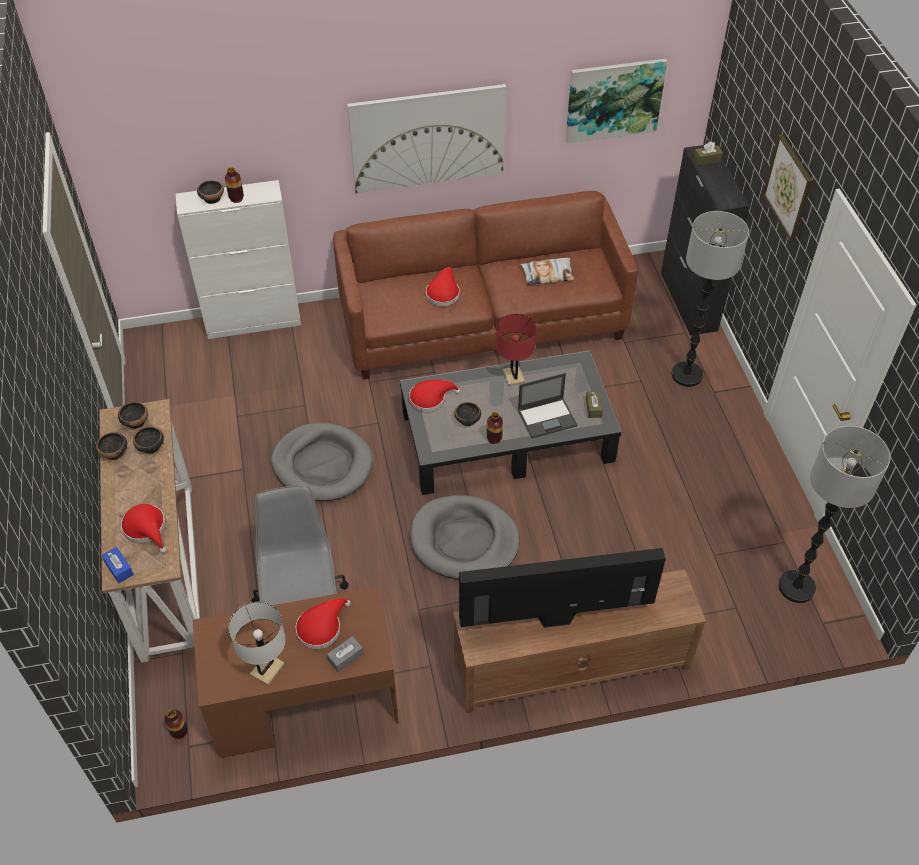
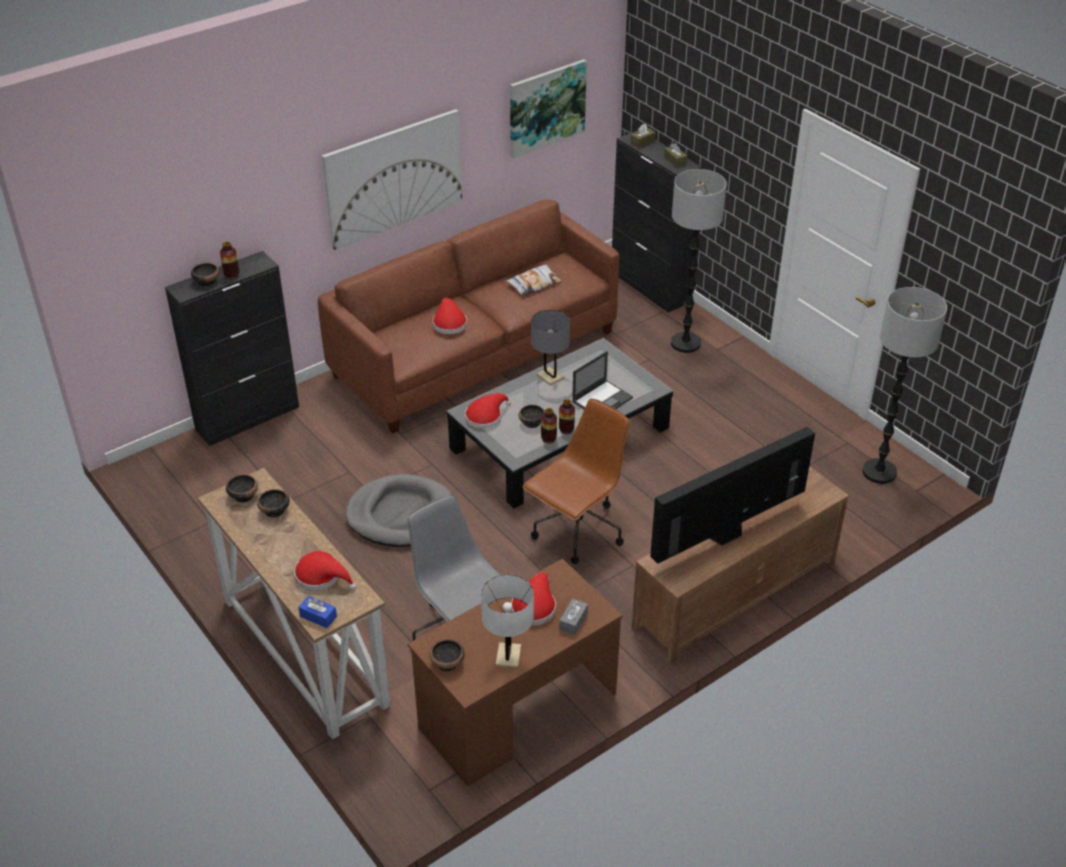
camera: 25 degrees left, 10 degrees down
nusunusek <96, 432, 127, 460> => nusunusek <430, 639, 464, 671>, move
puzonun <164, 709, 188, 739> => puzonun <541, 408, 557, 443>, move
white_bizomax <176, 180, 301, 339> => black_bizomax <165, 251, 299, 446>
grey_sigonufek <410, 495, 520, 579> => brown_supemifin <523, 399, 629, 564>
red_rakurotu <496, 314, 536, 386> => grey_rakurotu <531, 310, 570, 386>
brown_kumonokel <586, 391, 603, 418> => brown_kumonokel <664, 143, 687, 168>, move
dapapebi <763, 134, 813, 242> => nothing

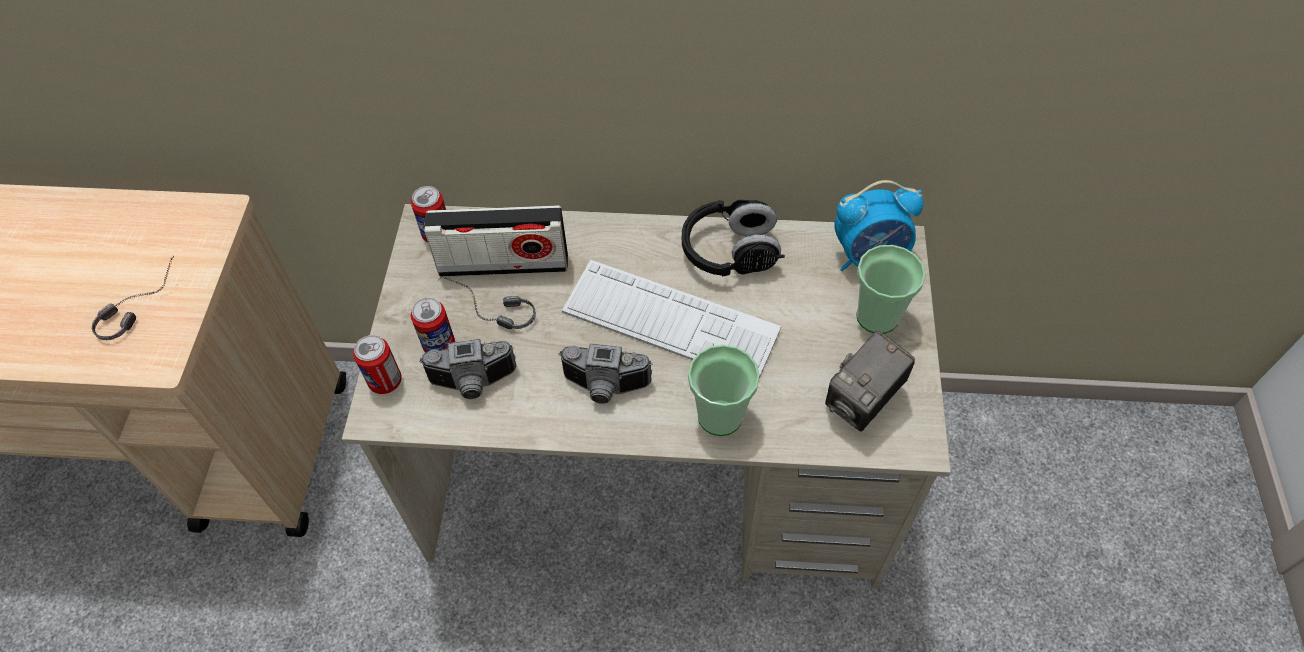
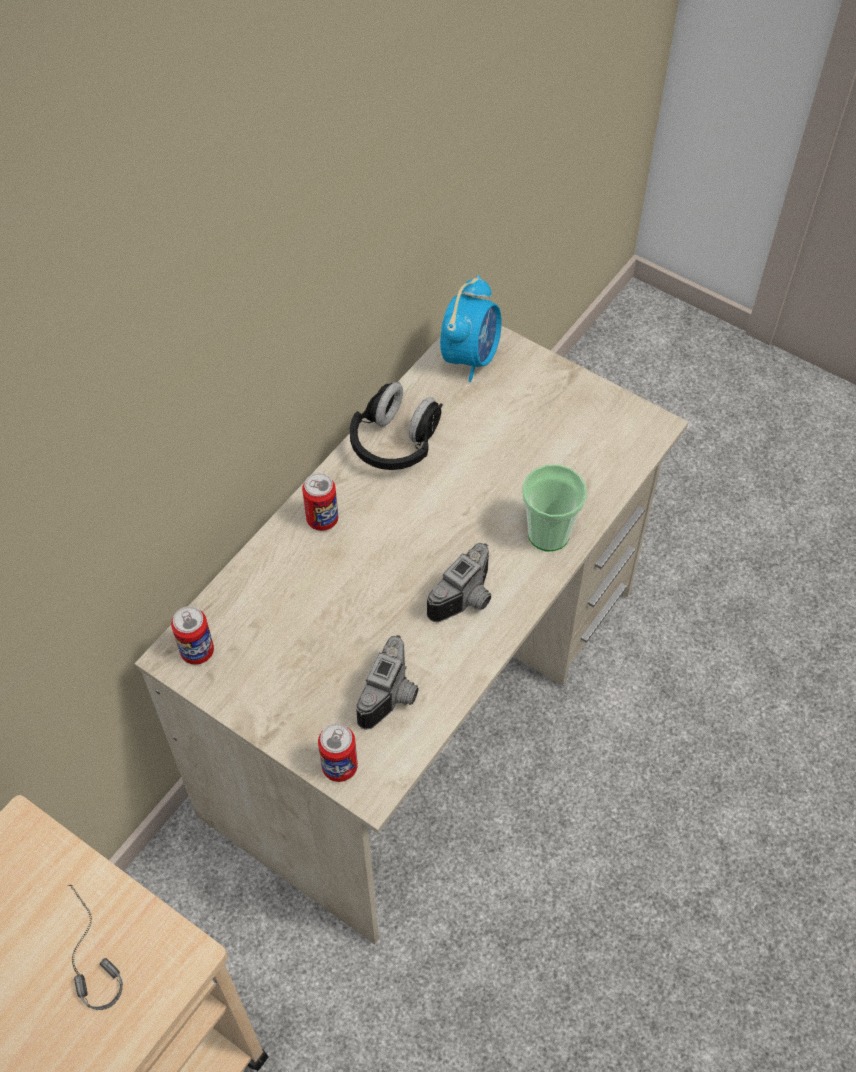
camera: 60 degrees left, 0 degrees up
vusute <411, 298, 455, 353> => vusute <302, 473, 338, 531>, move
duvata <424, 205, 568, 277> => nothing
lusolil <439, 276, 536, 329> => nothing
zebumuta <562, 260, 781, 378> => nothing
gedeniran <825, 330, 915, 432> => nothing
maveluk <856, 245, 926, 334> => nothing

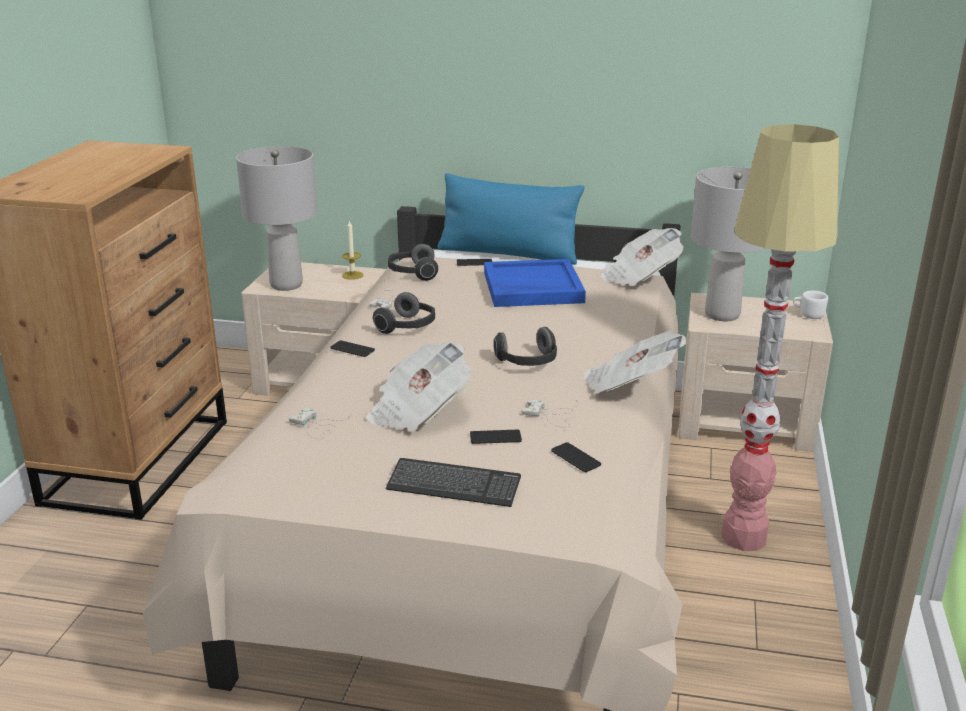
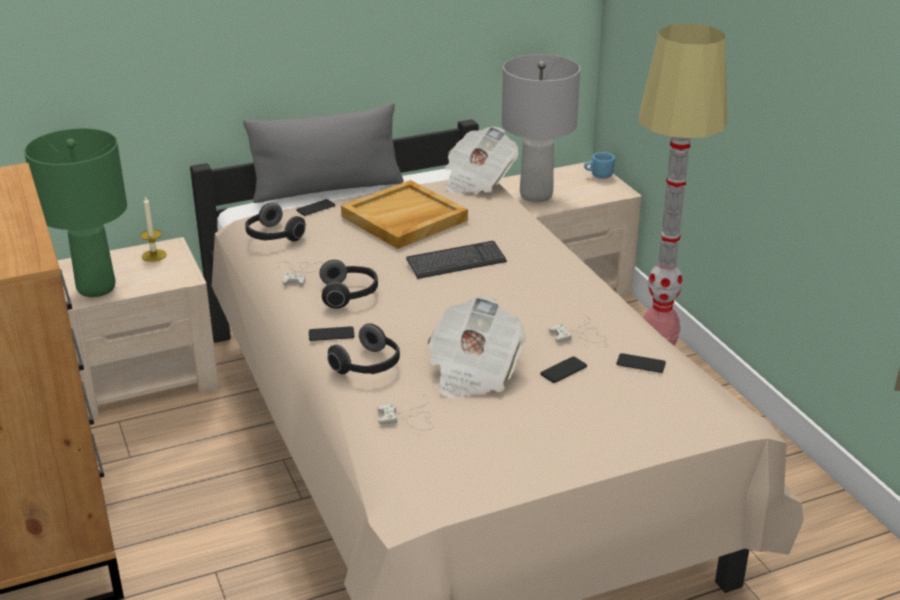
camera: 35 degrees left, 5 degrees up
grey_rakurotu <236, 146, 317, 291> => green_rakurotu <24, 128, 127, 297>
zebumuta <386, 458, 521, 507> => zebumuta <406, 241, 507, 279>, move
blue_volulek <438, 173, 584, 265> => grey_volulek <243, 103, 404, 203>
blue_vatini <484, 259, 586, 307> => beige_vatini <341, 180, 468, 249>
lusolil <493, 327, 557, 366> => lusolil <327, 323, 400, 374>, move
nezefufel <583, 331, 686, 394> => nothing
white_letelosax <793, 291, 828, 319> => blue_letelosax <584, 152, 615, 179>

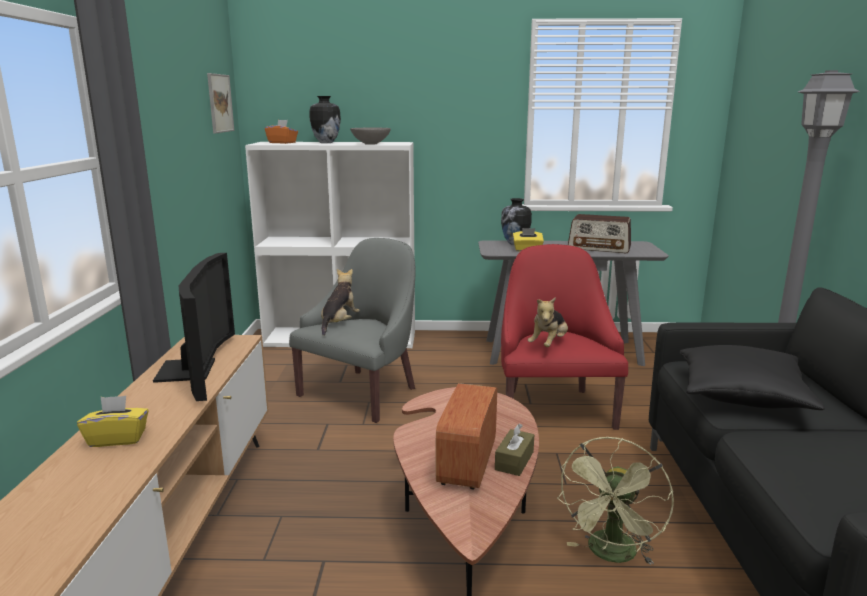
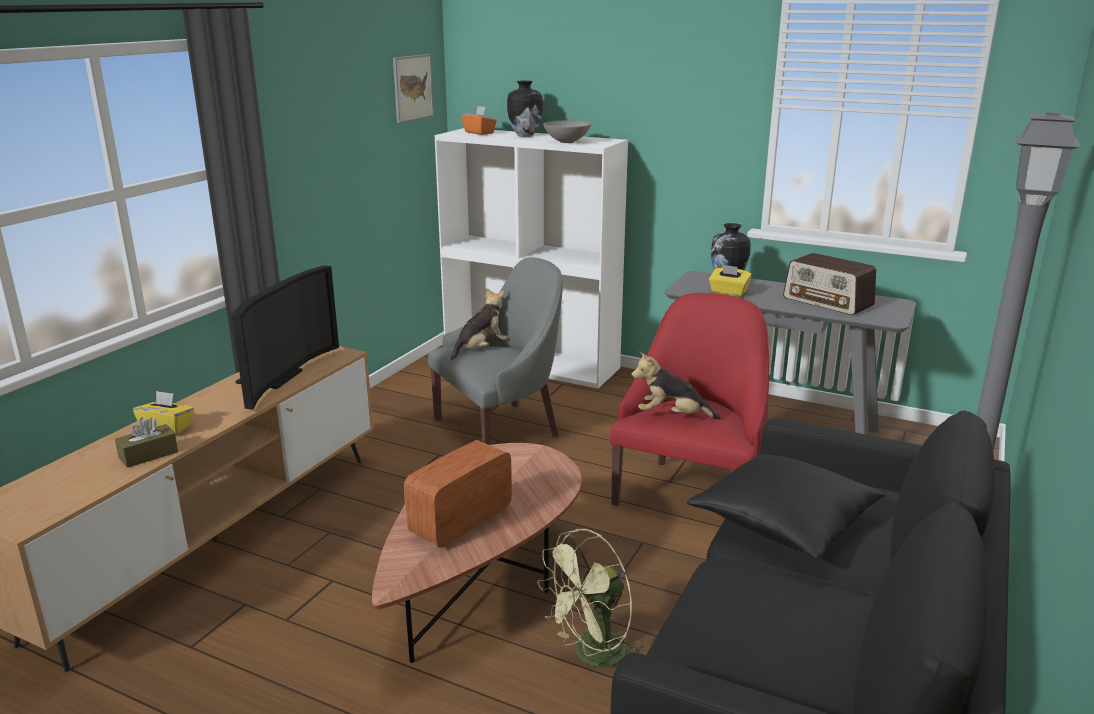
camera: 25 degrees right, 5 degrees up
brown_kumonokel <495, 423, 534, 476> => brown_kumonokel <115, 417, 178, 468>, move
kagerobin <528, 297, 568, 347> => kagerobin <632, 351, 721, 420>, 45 degrees clockwise

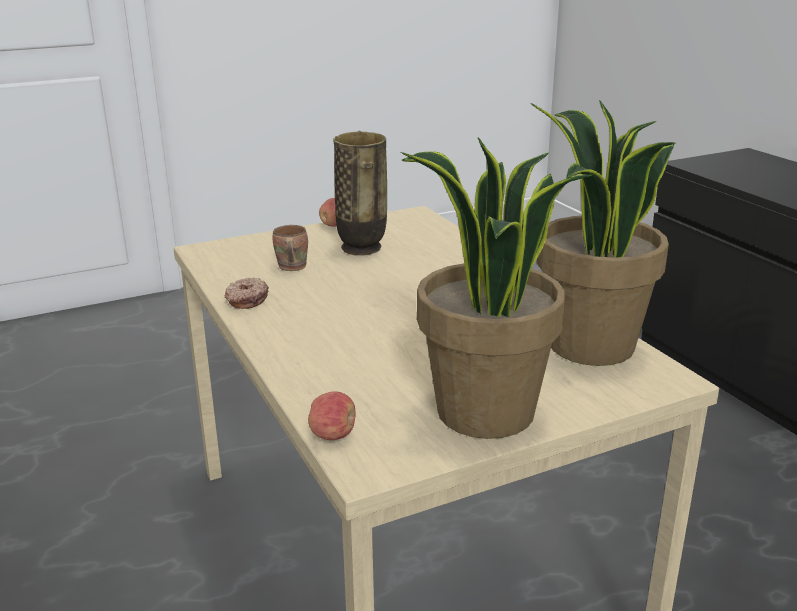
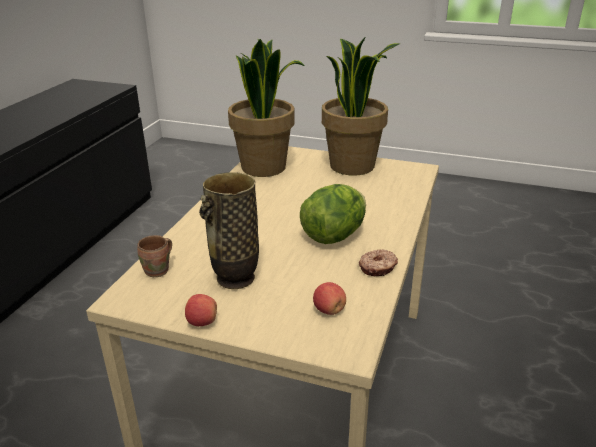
camera: 135 degrees left, 5 degrees up
brown_letelosax <273, 225, 308, 271> => brown_letelosax <137, 235, 172, 277>, move
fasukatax <308, 391, 356, 440> => fasukatax <313, 282, 346, 315>, move
nothing => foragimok <300, 184, 366, 244>

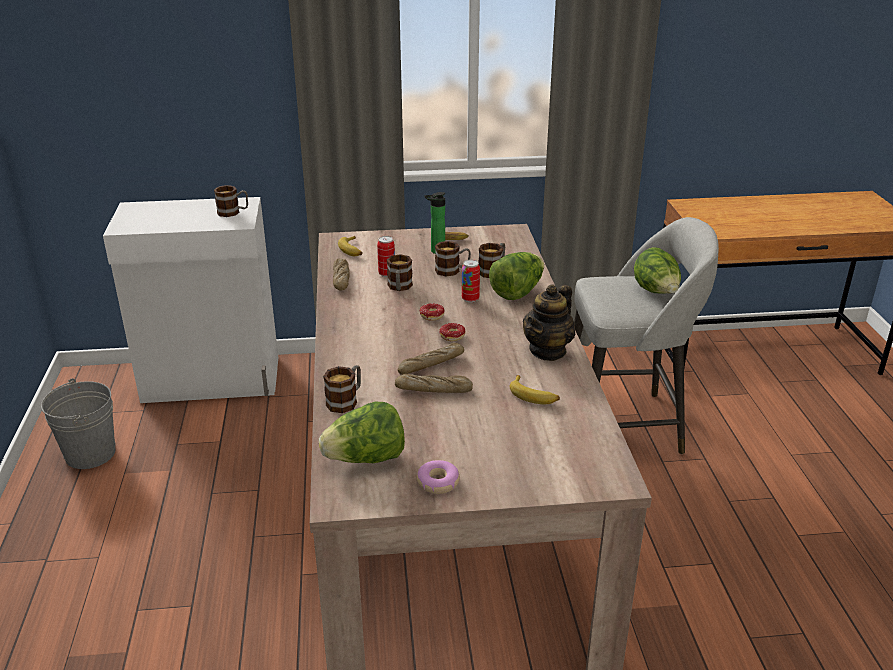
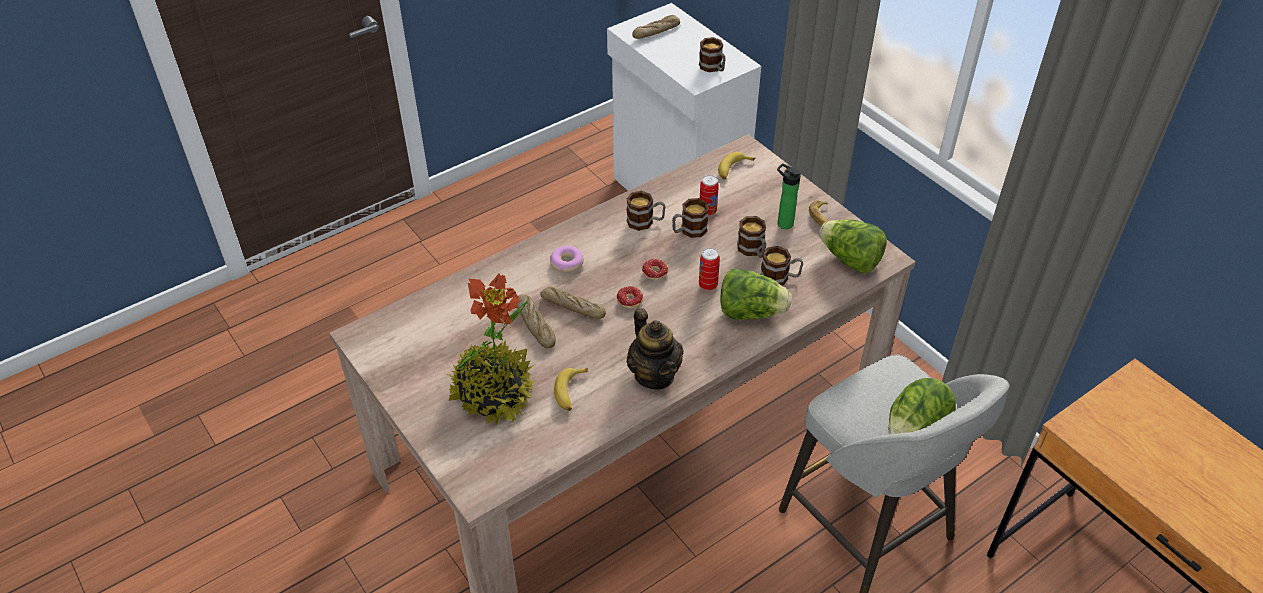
camera: 60 degrees right, 15 degrees up
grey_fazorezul <41, 378, 116, 469> => nothing
foragimok <319, 402, 405, 463> => foragimok <819, 219, 887, 274>, move
letelosax <323, 365, 361, 413> => letelosax <626, 191, 665, 231>, move
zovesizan <333, 258, 350, 290> => zovesizan <632, 15, 680, 39>, move
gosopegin <416, 460, 460, 494> => gosopegin <550, 246, 584, 273>, move
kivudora <523, 284, 576, 361> => kivudora <627, 308, 684, 390>, 120 degrees counterclockwise
nothing => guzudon <448, 273, 536, 424>

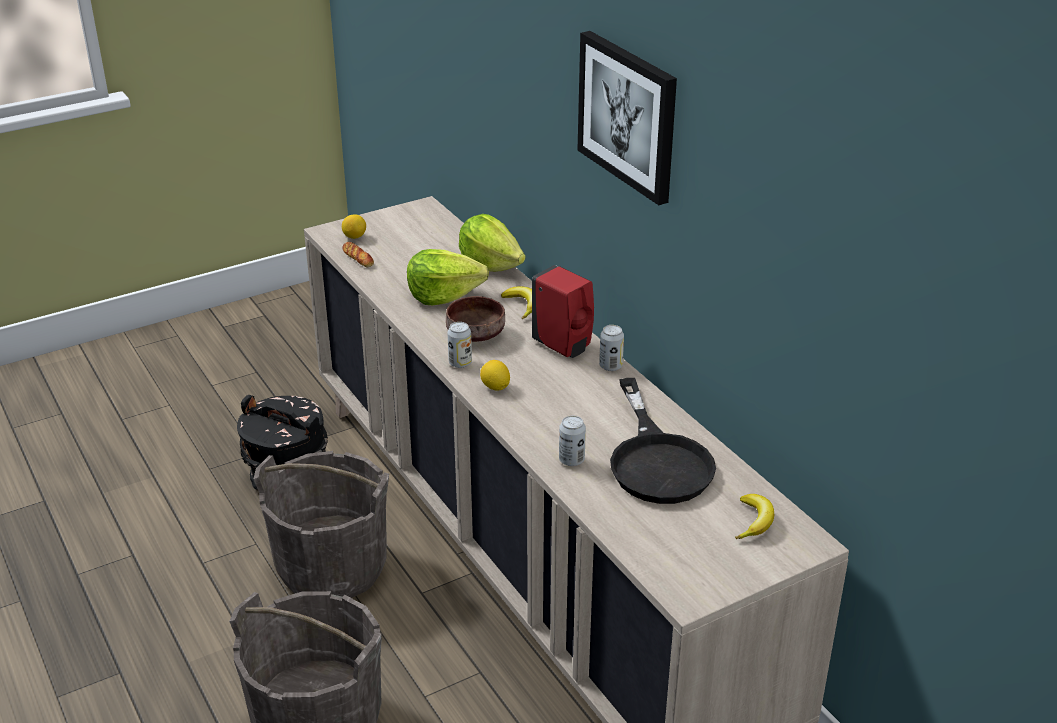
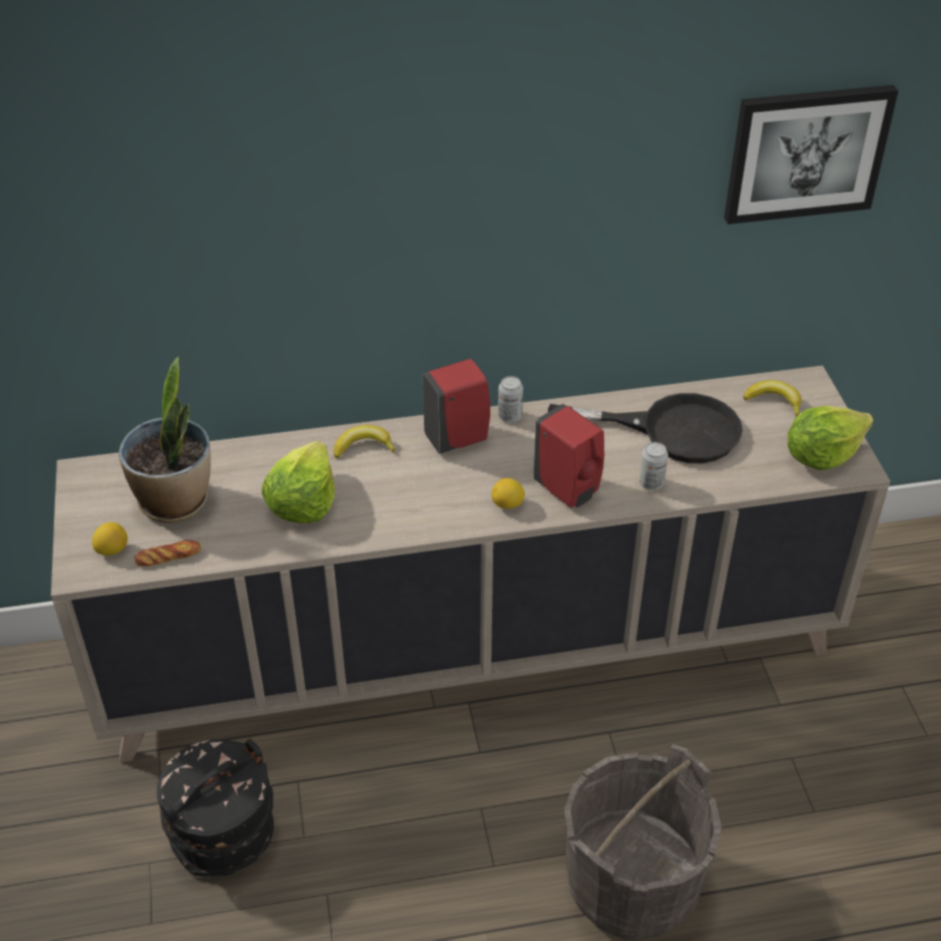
camera: 70 degrees left, 10 degrees up
grey_fazorezul <254, 451, 389, 598> => nothing
brown_nusunusek <446, 296, 505, 342> => nothing
vusute <447, 322, 472, 368> => nothing
foragimok <459, 214, 526, 272> => foragimok <788, 406, 873, 470>, move
dapapebi <578, 31, 677, 205> => dapapebi <724, 85, 898, 224>, move
nothing => guzudon <119, 357, 211, 523>
nothing => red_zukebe <533, 404, 604, 508>

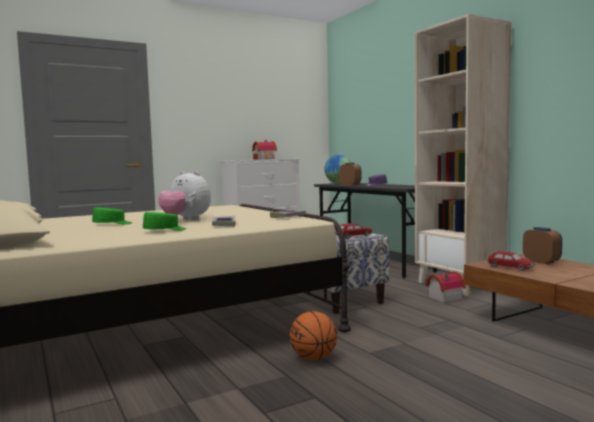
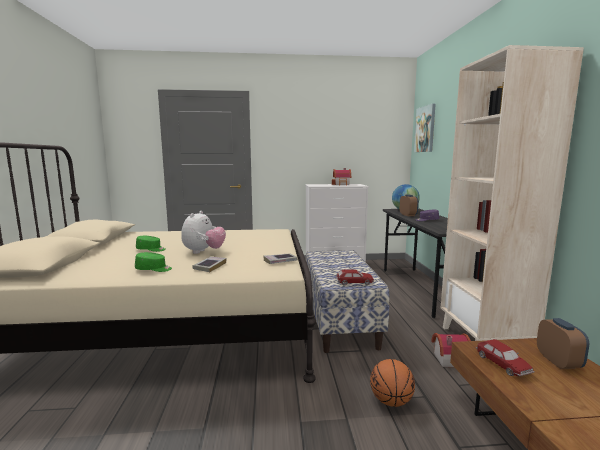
camera: 25 degrees right, 5 degrees up
kagerobin <158, 171, 211, 220> => kagerobin <181, 211, 226, 254>, 135 degrees counterclockwise
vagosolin <290, 311, 337, 360> => vagosolin <370, 359, 415, 407>, move
nothing => dapapebi <414, 104, 436, 152>

